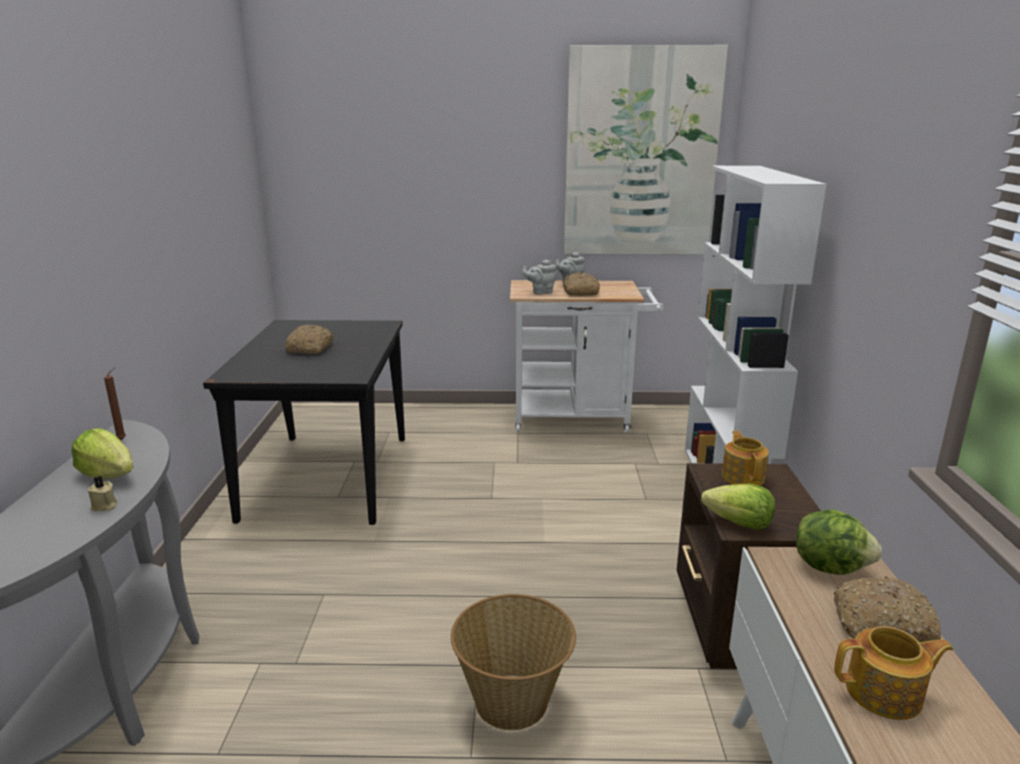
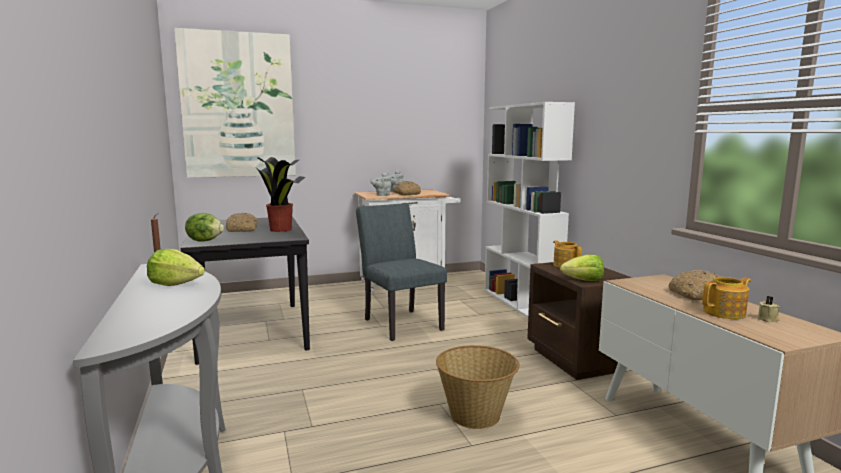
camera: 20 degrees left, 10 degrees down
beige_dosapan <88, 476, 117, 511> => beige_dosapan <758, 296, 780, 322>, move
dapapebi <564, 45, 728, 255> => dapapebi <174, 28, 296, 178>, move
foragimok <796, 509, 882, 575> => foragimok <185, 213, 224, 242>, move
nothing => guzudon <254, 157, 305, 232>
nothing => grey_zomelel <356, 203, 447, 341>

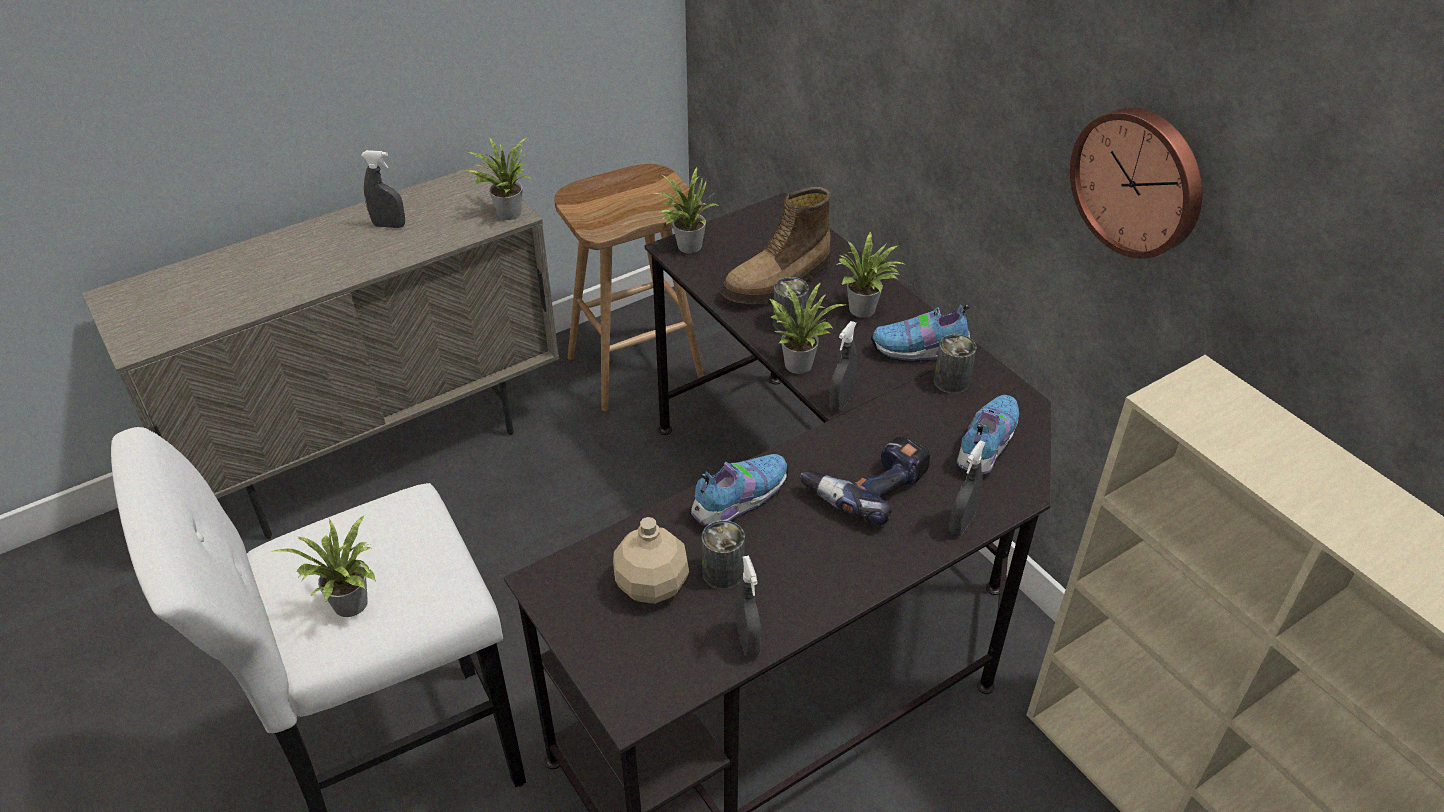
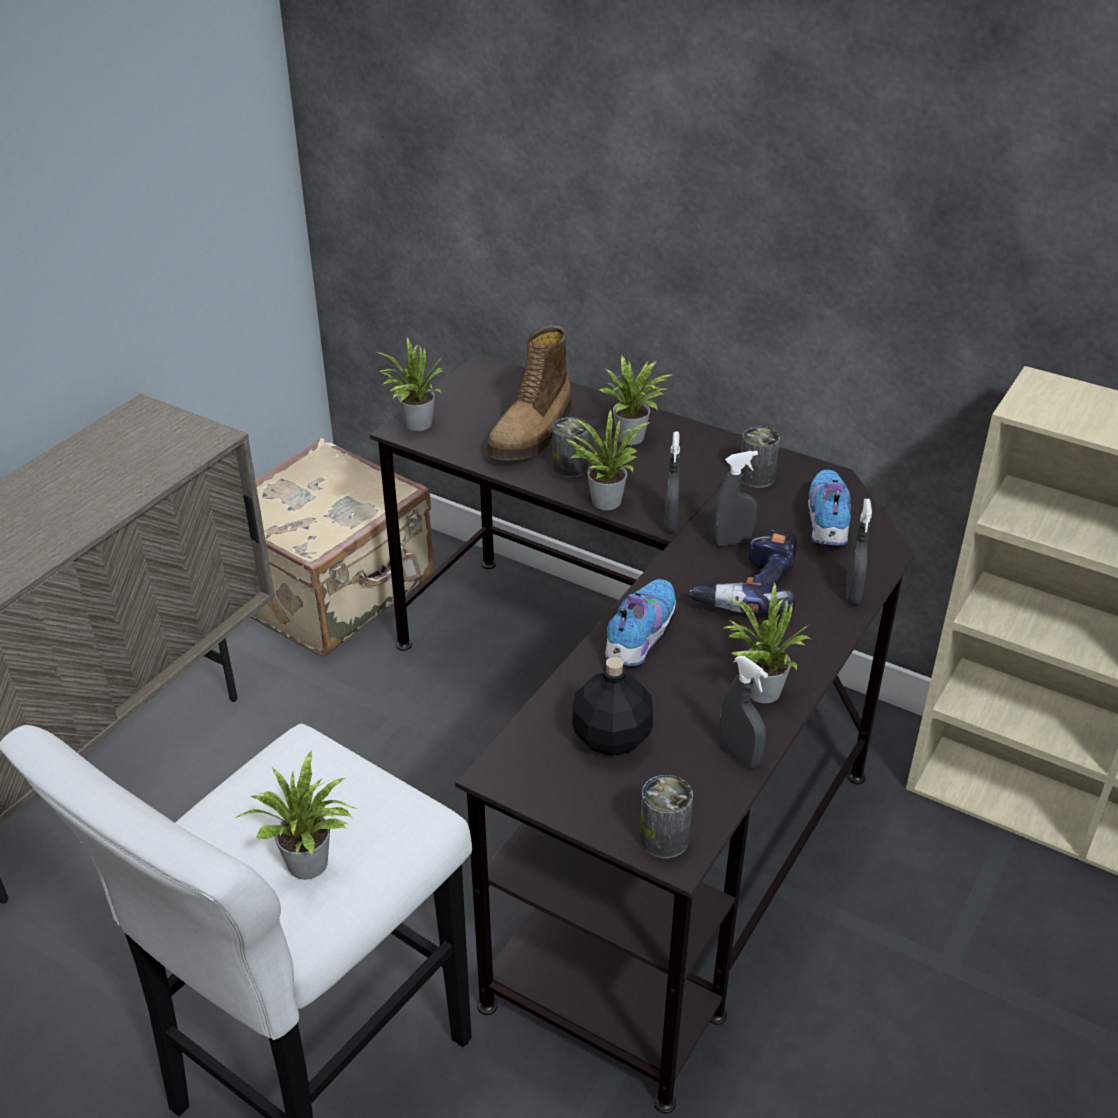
camera: 25 degrees left, 5 degrees down
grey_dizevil <361, 150, 405, 228> => grey_dizevil <711, 451, 758, 546>, move
guzudon <465, 137, 531, 220> => guzudon <724, 583, 810, 703>, move
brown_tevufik <554, 164, 704, 411> => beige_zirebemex <251, 438, 434, 656>
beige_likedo <613, 517, 689, 604> => black_likedo <572, 657, 653, 756>
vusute <702, 520, 745, 590> => vusute <639, 775, 693, 858>, move
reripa <871, 304, 971, 362> => nothing
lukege <1070, 107, 1202, 259> => nothing

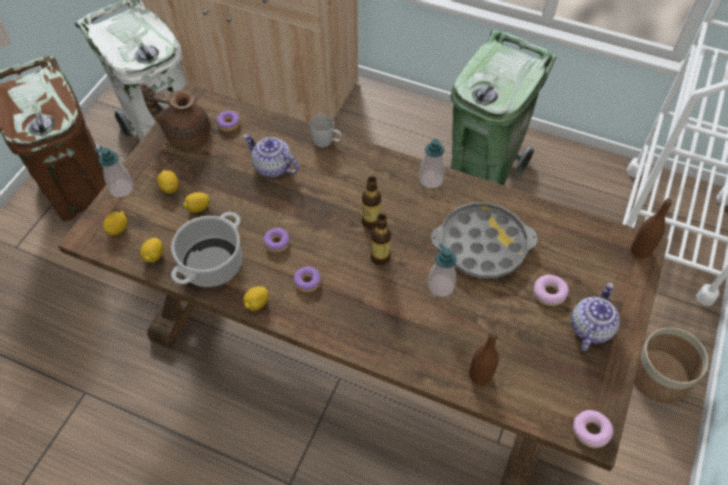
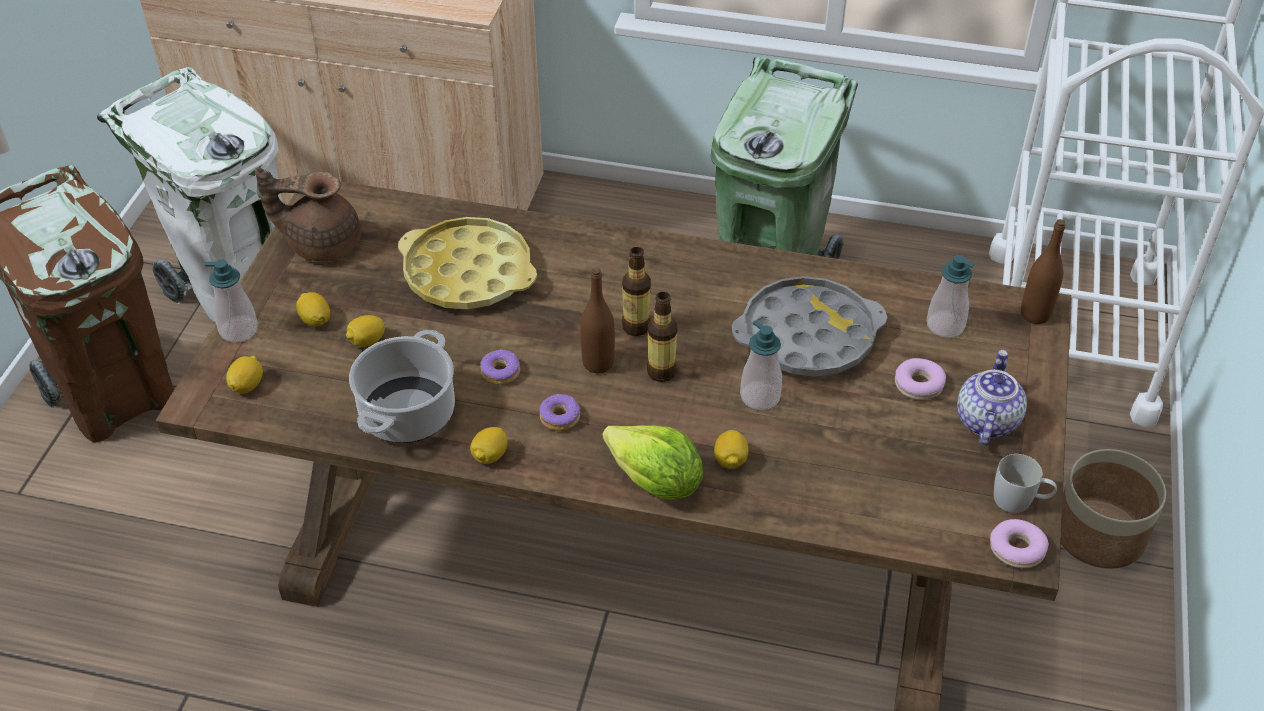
camera: 10 degrees left, 10 degrees down
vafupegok <140, 238, 163, 262> => vafupegok <714, 430, 748, 469>, move
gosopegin <216, 111, 240, 131> => nothing
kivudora <243, 134, 299, 177> => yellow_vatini <398, 217, 537, 310>
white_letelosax <310, 114, 342, 147> => white_letelosax <994, 454, 1057, 513>, move
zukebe <419, 139, 444, 188> => zukebe <927, 255, 975, 338>, move
brown_likedo <469, 331, 499, 386> => brown_likedo <580, 268, 615, 373>, move
nothing => foragimok <602, 425, 703, 500>

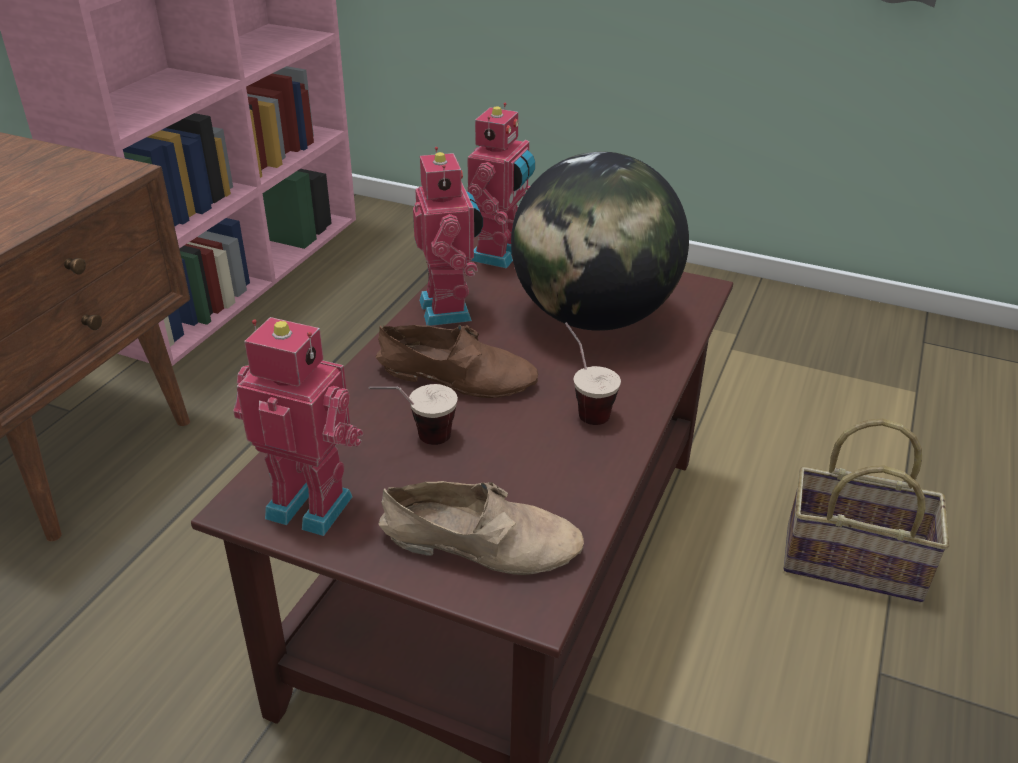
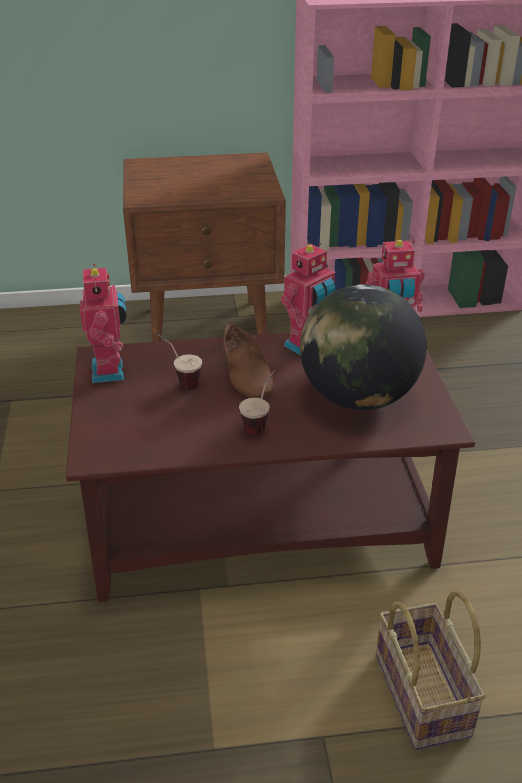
camera: 60 degrees right, 0 degrees up
beige_reripa <378, 481, 584, 575> => nothing

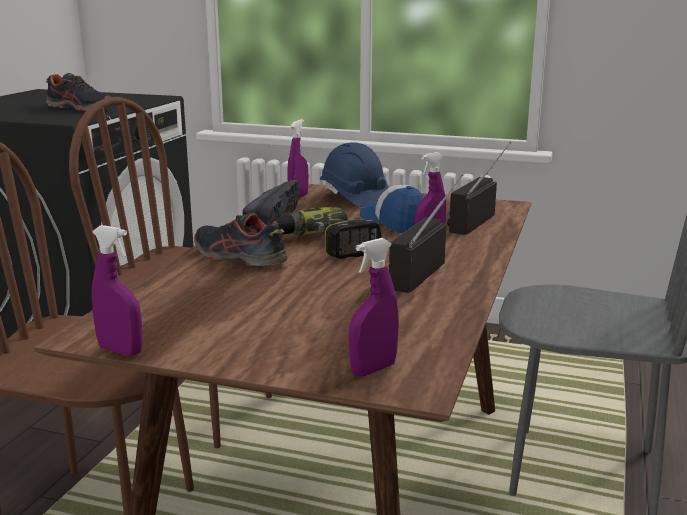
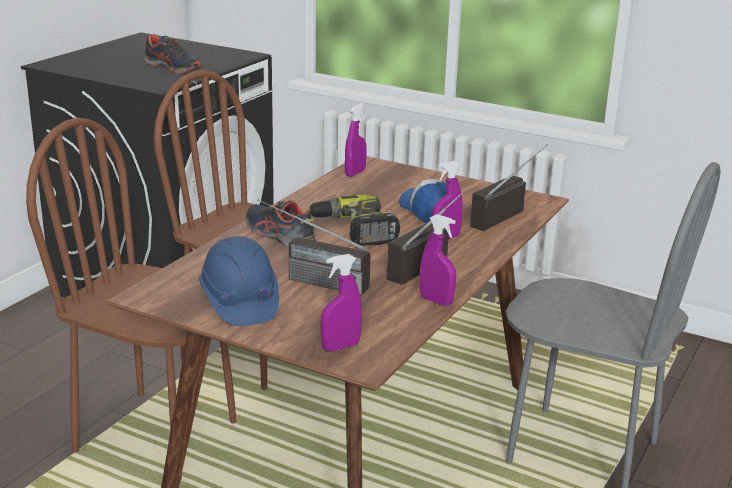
camera: 10 degrees right, 5 degrees up
purple_dizevil <92, 225, 143, 355> => purple_dizevil <420, 214, 456, 306>, move
black_reripa <242, 180, 299, 225> => nothing
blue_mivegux <320, 142, 389, 207> => blue_mivegux <199, 236, 279, 326>, move
nothing => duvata <257, 199, 371, 295>

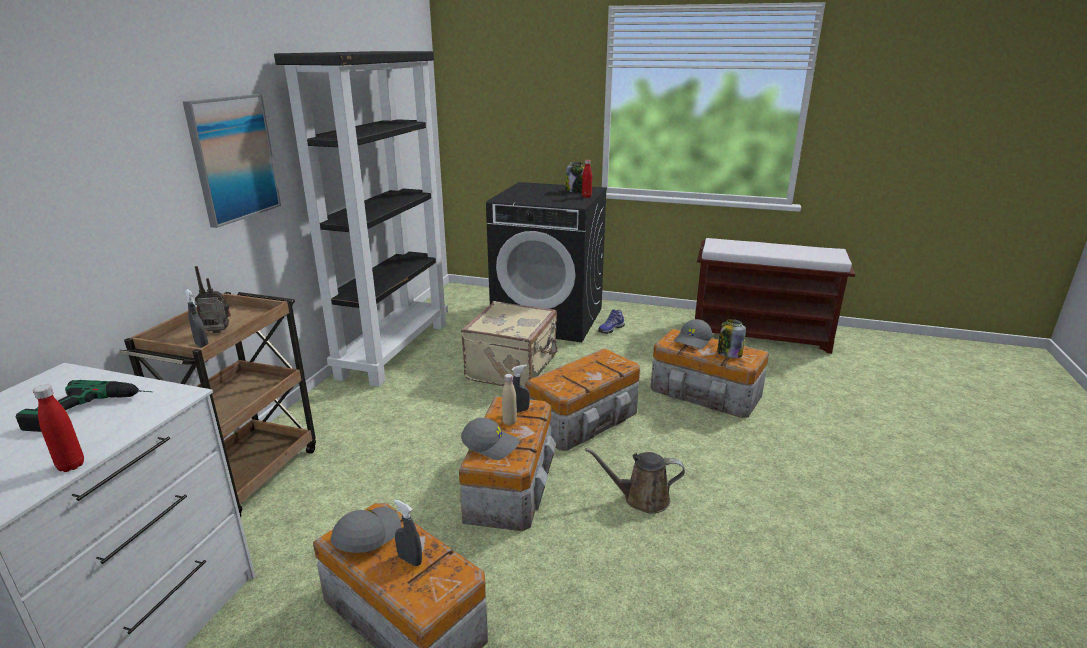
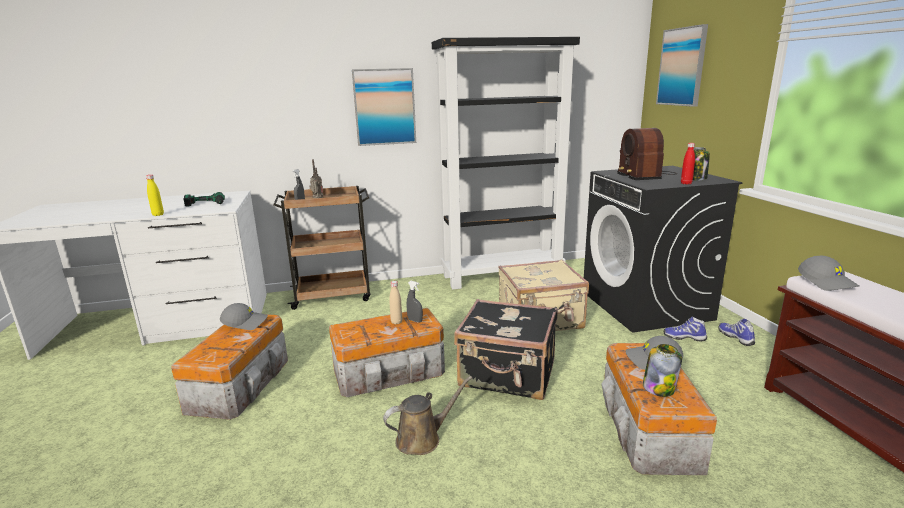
camera: 60 degrees right, 5 degrees down
red_likedo <33, 384, 84, 472> => yellow_likedo <146, 175, 164, 216>
grey_dizevil <394, 499, 422, 566> => nothing
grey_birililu <461, 418, 520, 460> => grey_birililu <798, 256, 859, 291>, move
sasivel <525, 348, 640, 451> => black_zirebemex <454, 299, 558, 400>
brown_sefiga <585, 448, 685, 513> => brown_sefiga <383, 376, 472, 455>, 90 degrees clockwise
nothing => duvata <617, 128, 677, 180>
nothing => dapapebi <656, 24, 708, 107>
nothing => reripa <719, 319, 755, 346>

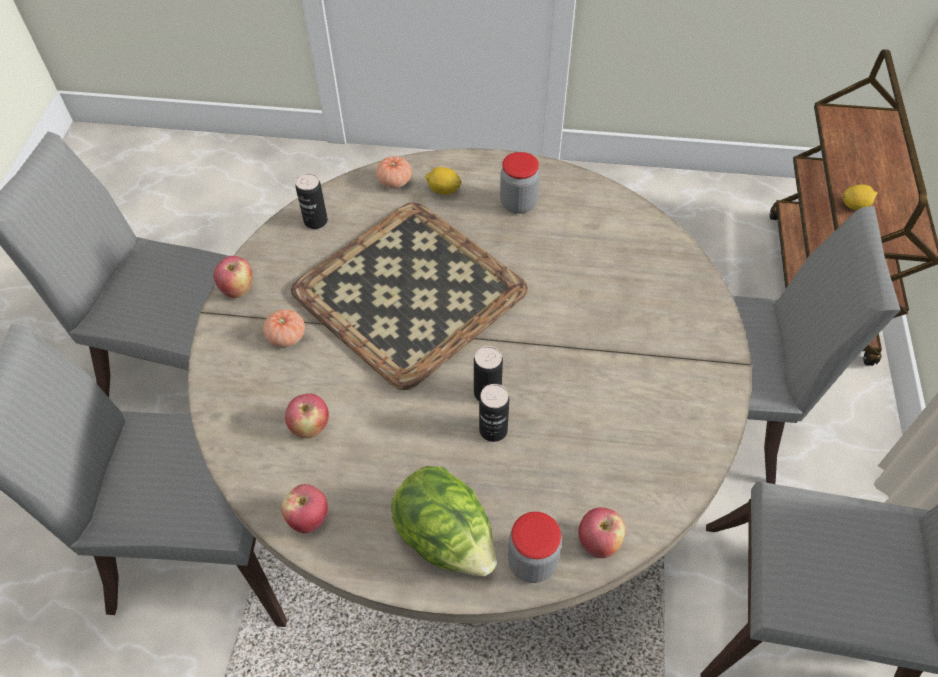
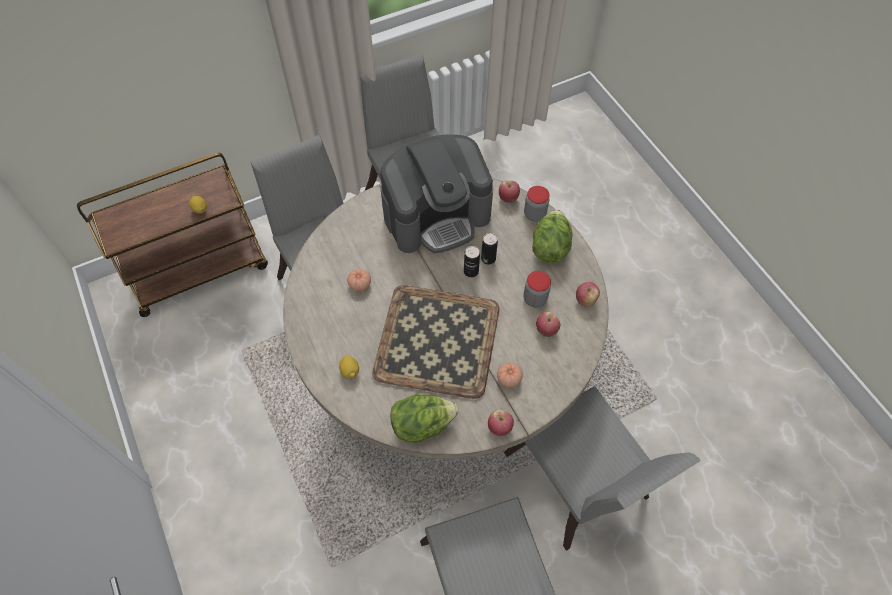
camera: 125 degrees left, 5 degrees up
vusute <295, 173, 328, 229> => foragimok <390, 394, 459, 443>
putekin <376, 156, 412, 189> => putekin <347, 269, 371, 291>, move
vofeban <500, 152, 540, 214> => vofeban <523, 271, 551, 308>, move
nothing => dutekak <380, 134, 493, 253>

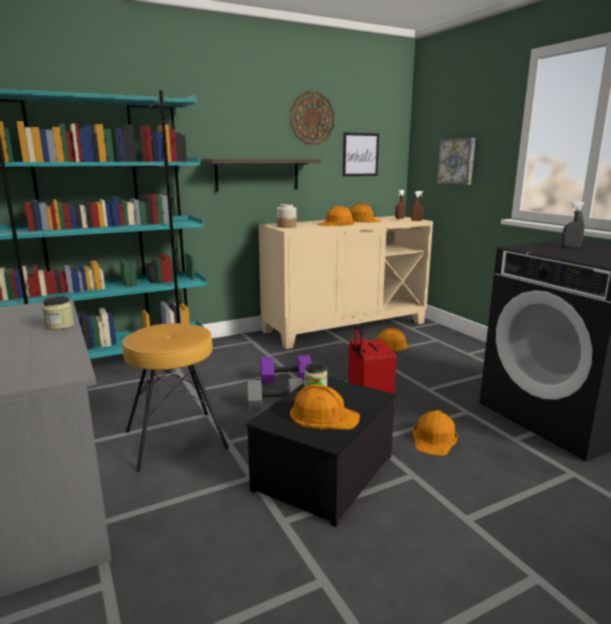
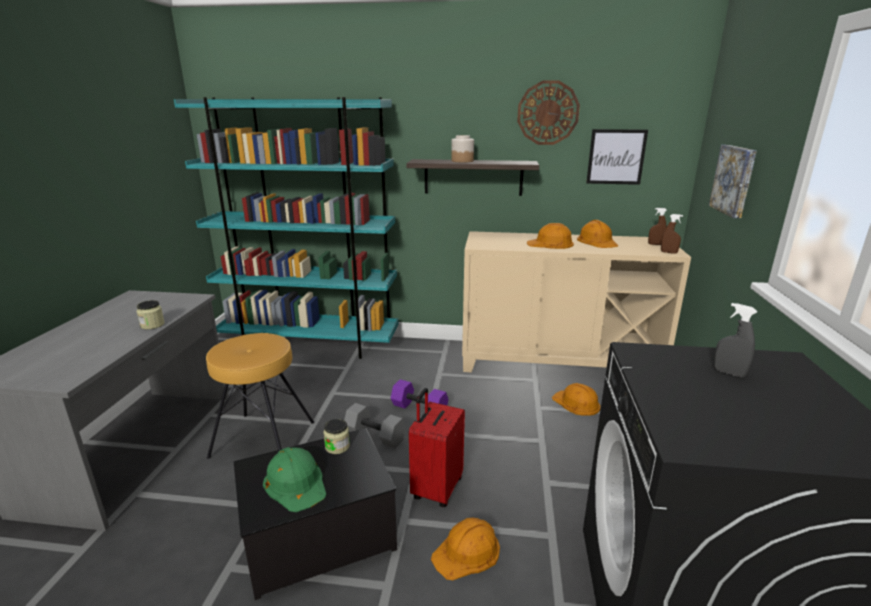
camera: 35 degrees right, 5 degrees up
vofeban <277, 204, 297, 228> => vofeban <451, 135, 474, 162>, move
orange_mivegux <290, 384, 360, 430> => green_mivegux <263, 447, 327, 512>

